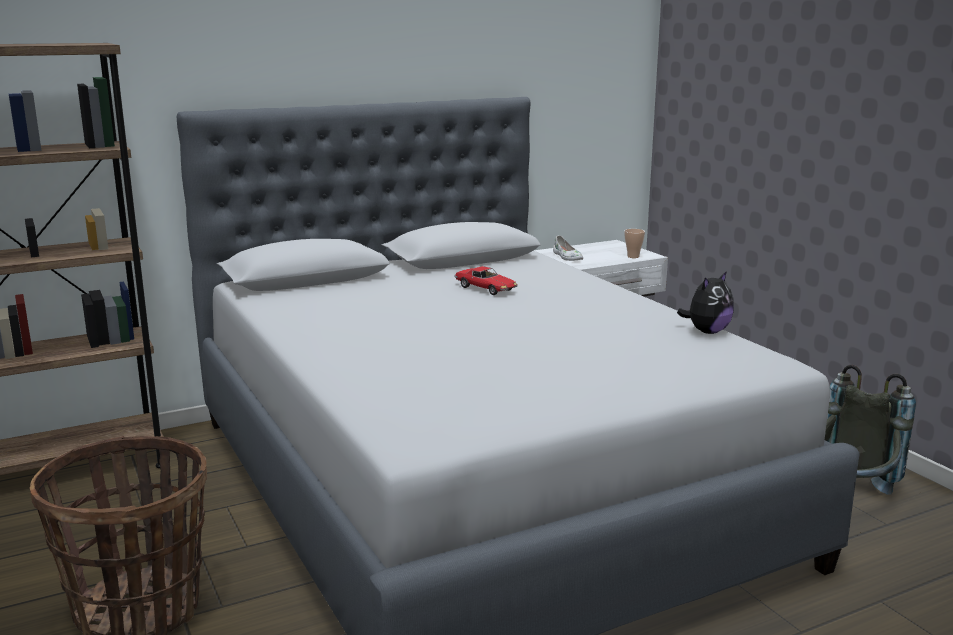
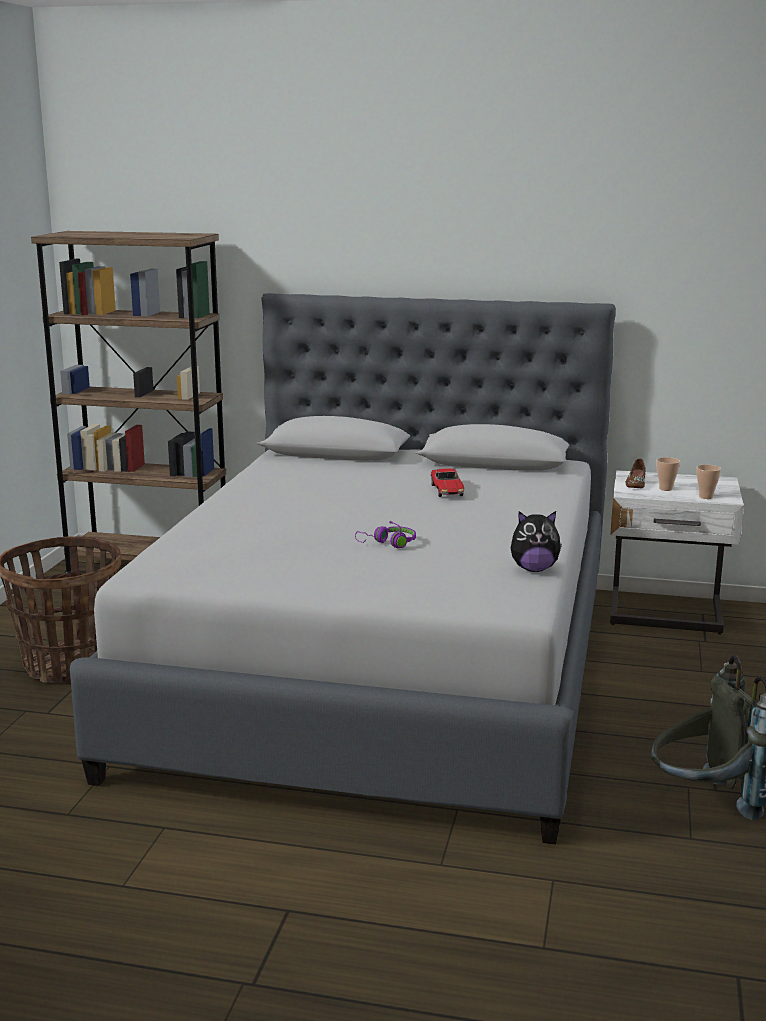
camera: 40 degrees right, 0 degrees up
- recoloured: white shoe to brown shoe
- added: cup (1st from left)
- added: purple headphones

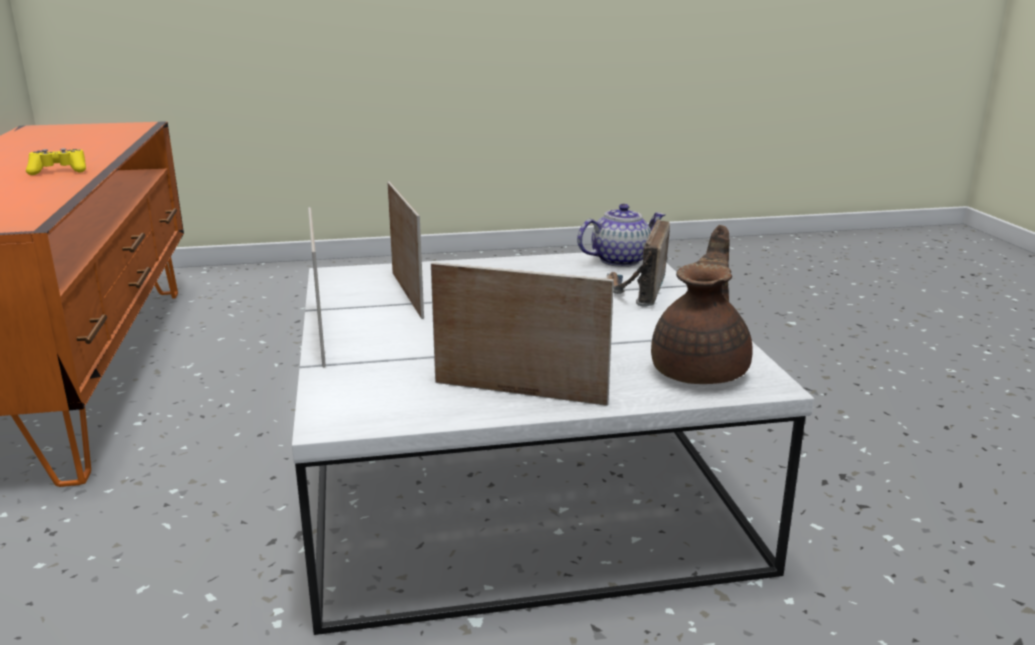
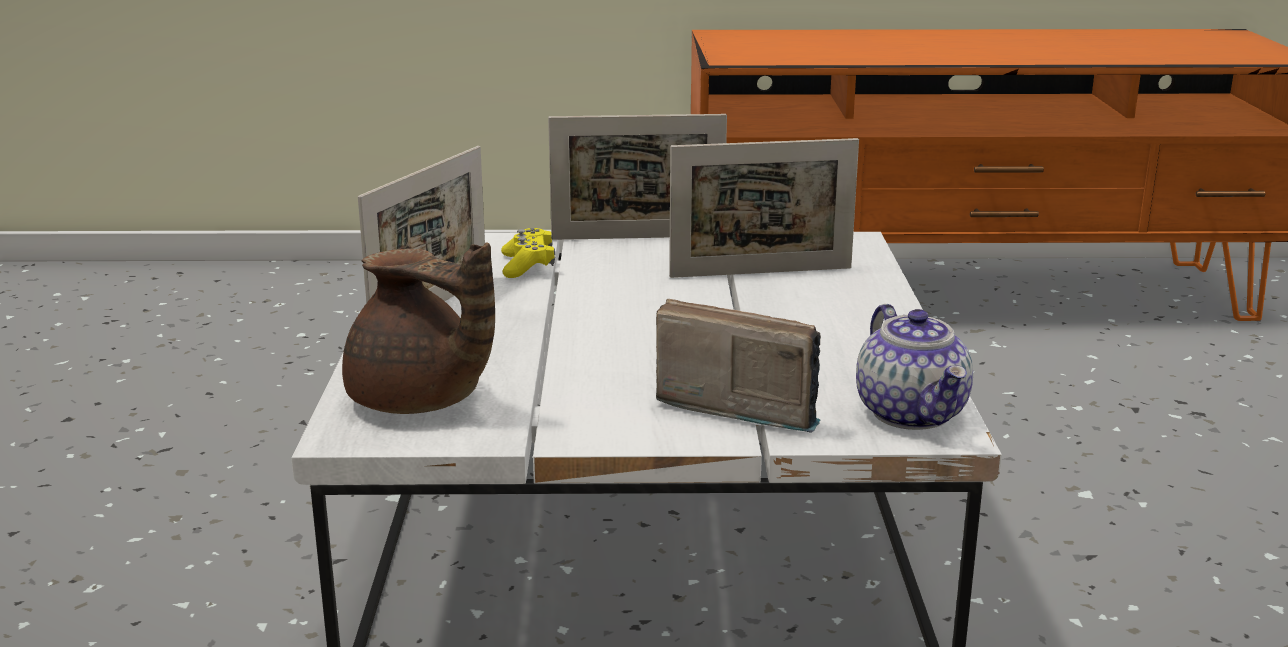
camera: 100 degrees right, 0 degrees up
- moved: yellow game controller

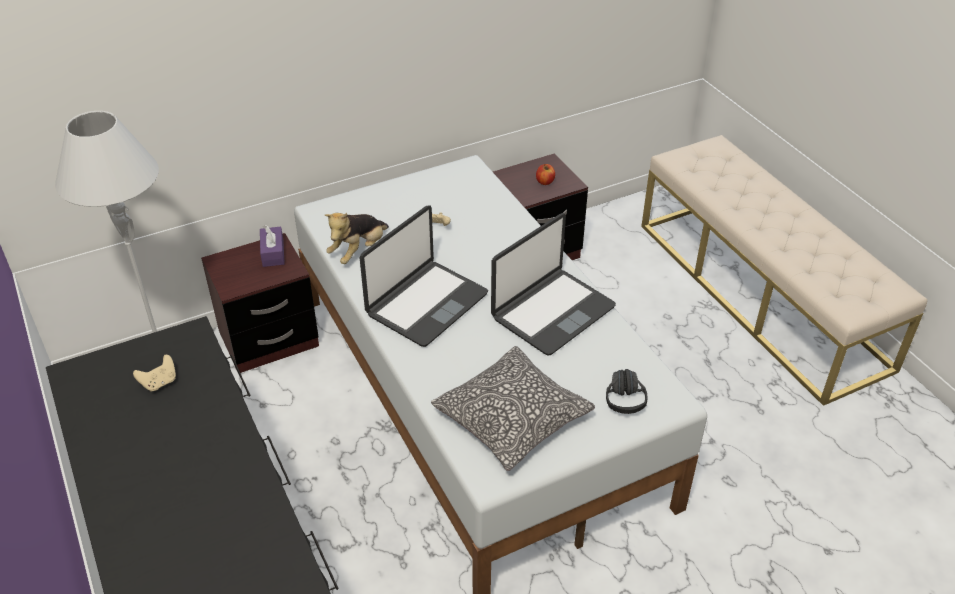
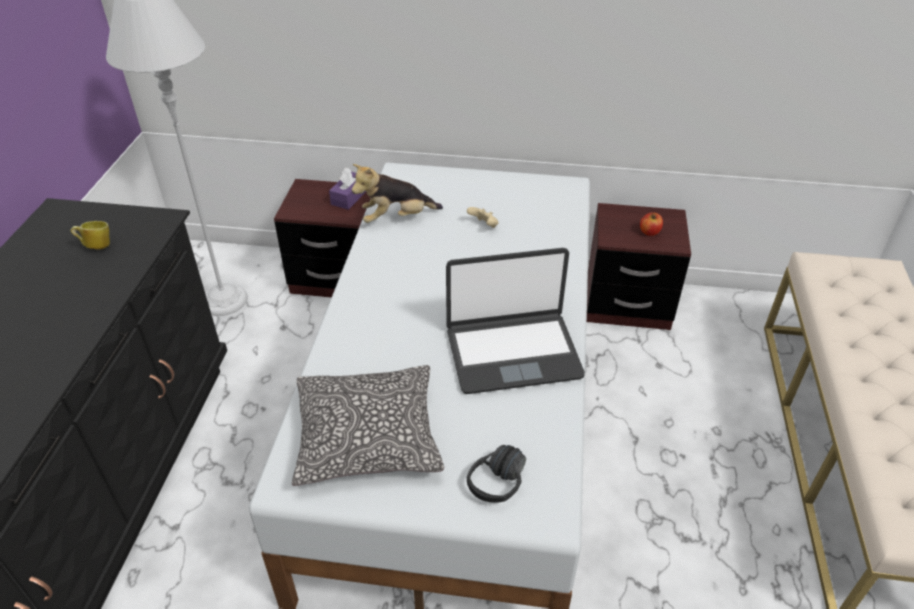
camera: 35 degrees right, 0 degrees up
- removed: laptop (1st from left)
- replaced: beige game controller (1st from left) to mug

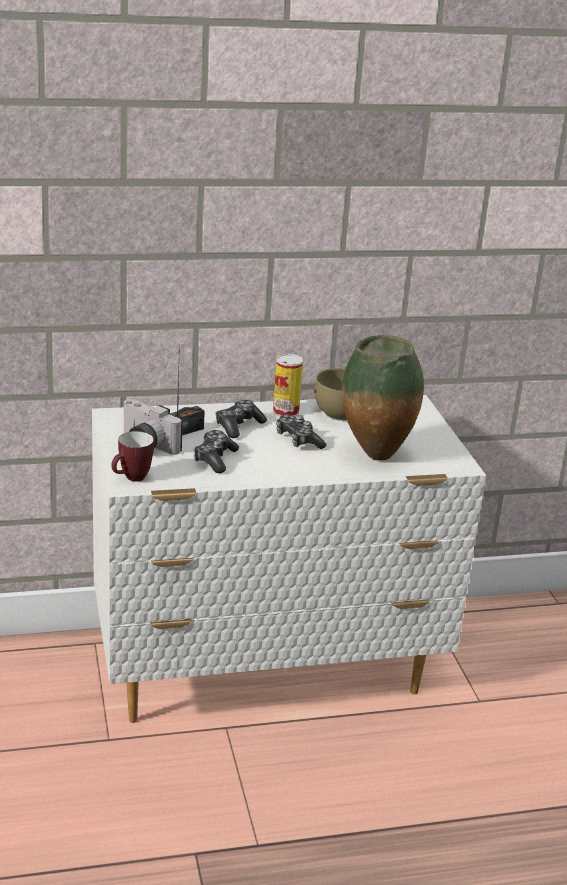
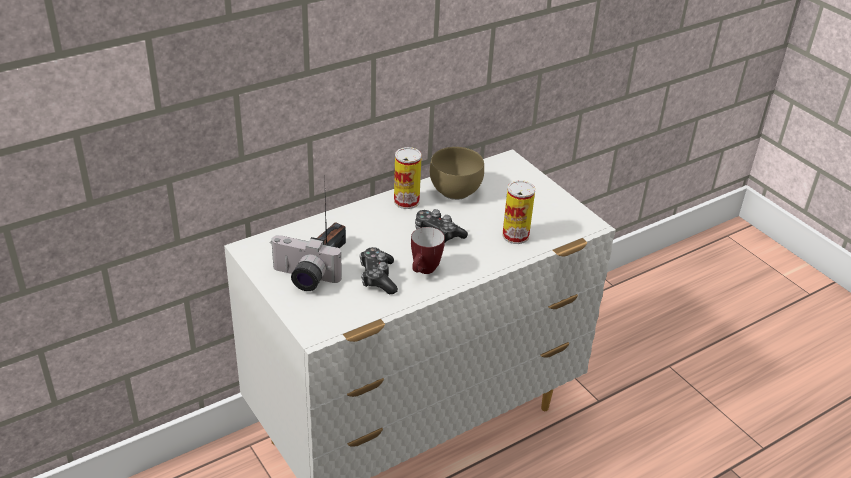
camera: 20 degrees left, 10 degrees up
- replaced: vase to can (2nd from left)
- removed: game controller (2nd from left)
- moved: mug

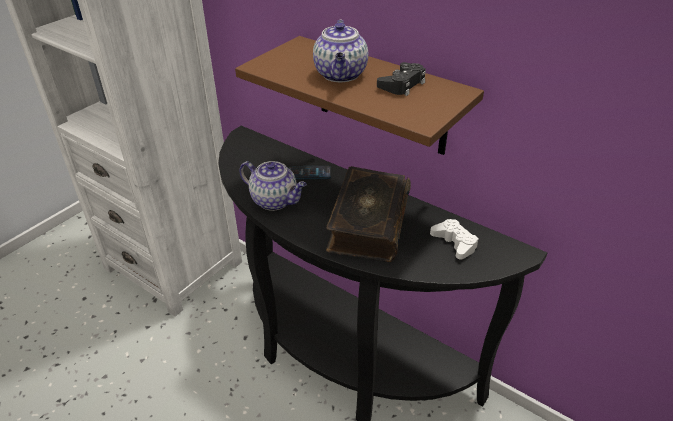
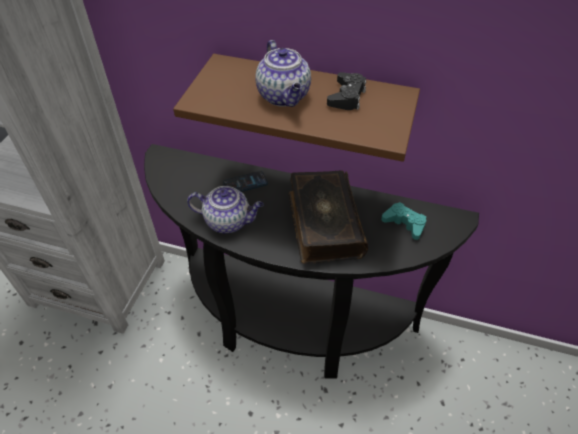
camera: 20 degrees left, 10 degrees up
- recoloured: white game controller to turquoise game controller

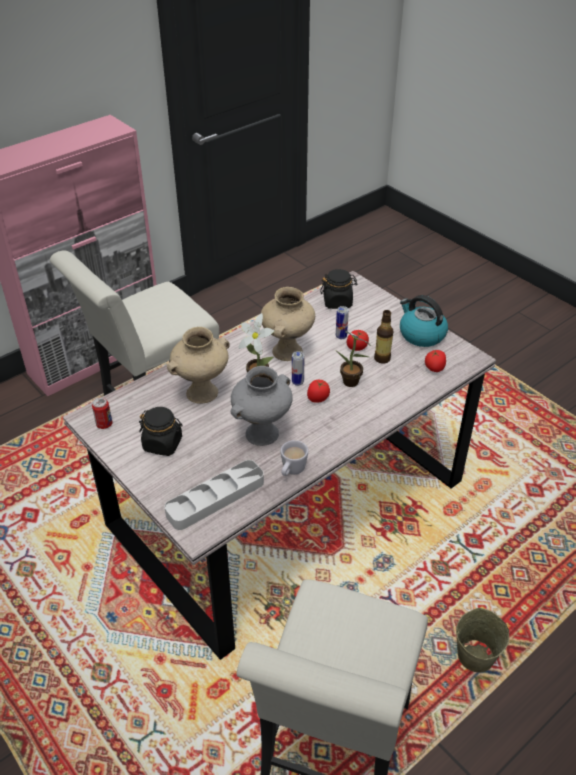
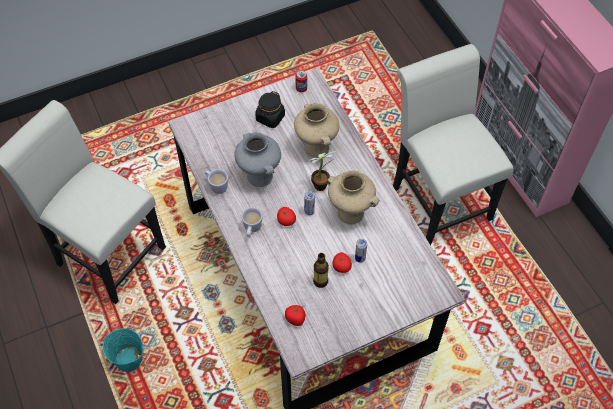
camera: 105 degrees right, 15 degrees up
- removed: black jar (2nd from left)
- removed: kettle
- removed: potted plant (2nd from left)
- removed: grey tray
- recoloured: beige bucket to turquoise bucket
- added: white mug (2nd from left)

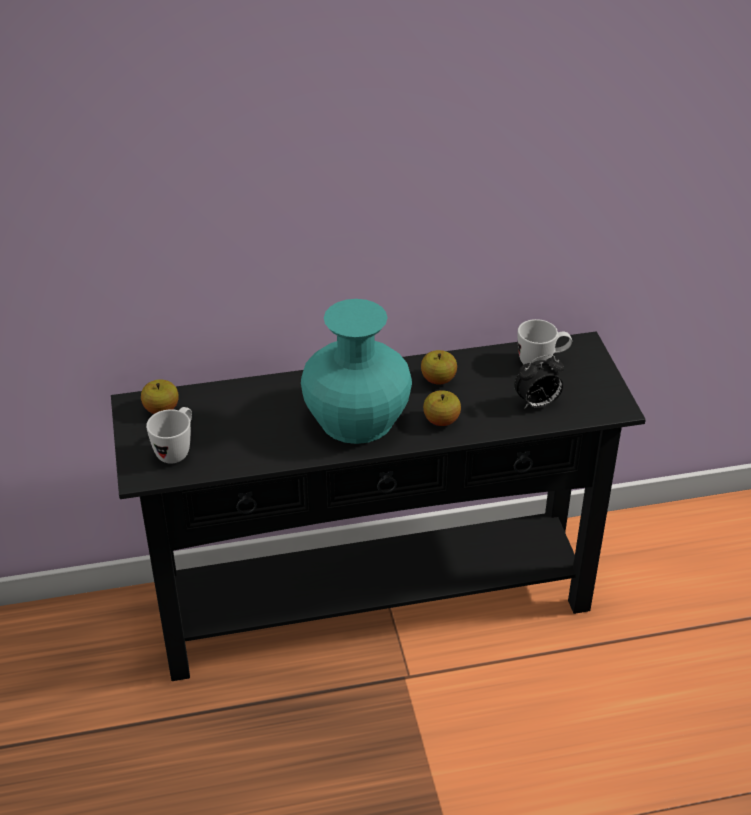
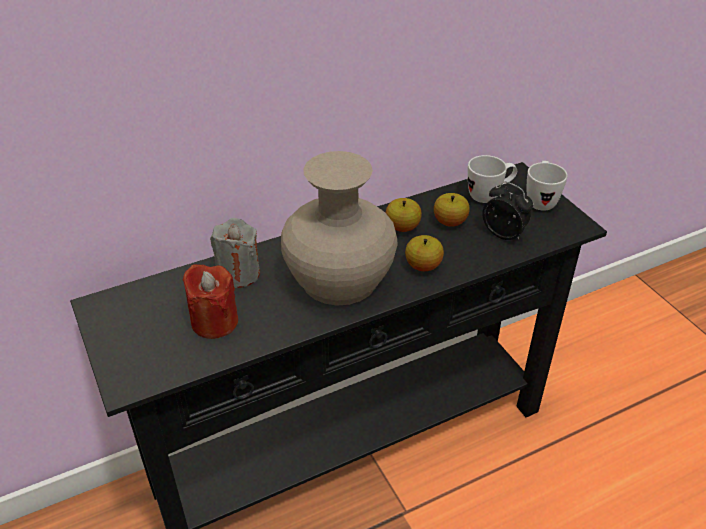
camera: 15 degrees left, 0 degrees up
- recoloured: turquoise vase to beige vase
- turned: alarm clock 105 degrees counterclockwise
- moved: apple (1st from left in the first image) to apple (3rd from left)
- moved: white mug (1st from left in the first image) to white mug (2nd from left)
- added: grey candle
- added: red candle

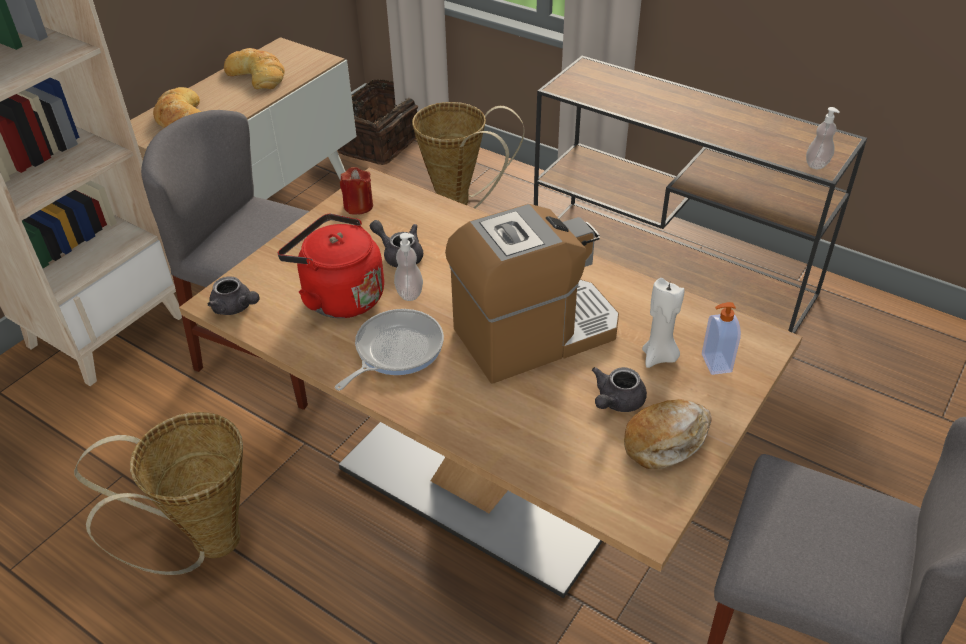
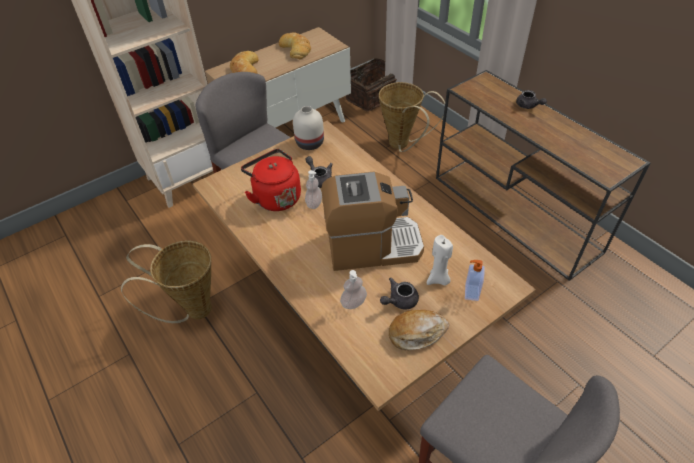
camera: 20 degrees right, 5 degrees up
- moved: soap dispenser (3rd from left in the first image) to soap dispenser (2nd from left)
- replaced: red candle to white vase
- moved: grey teapot (1st from left in the first image) to grey teapot (3rd from left)
- removed: frying pan

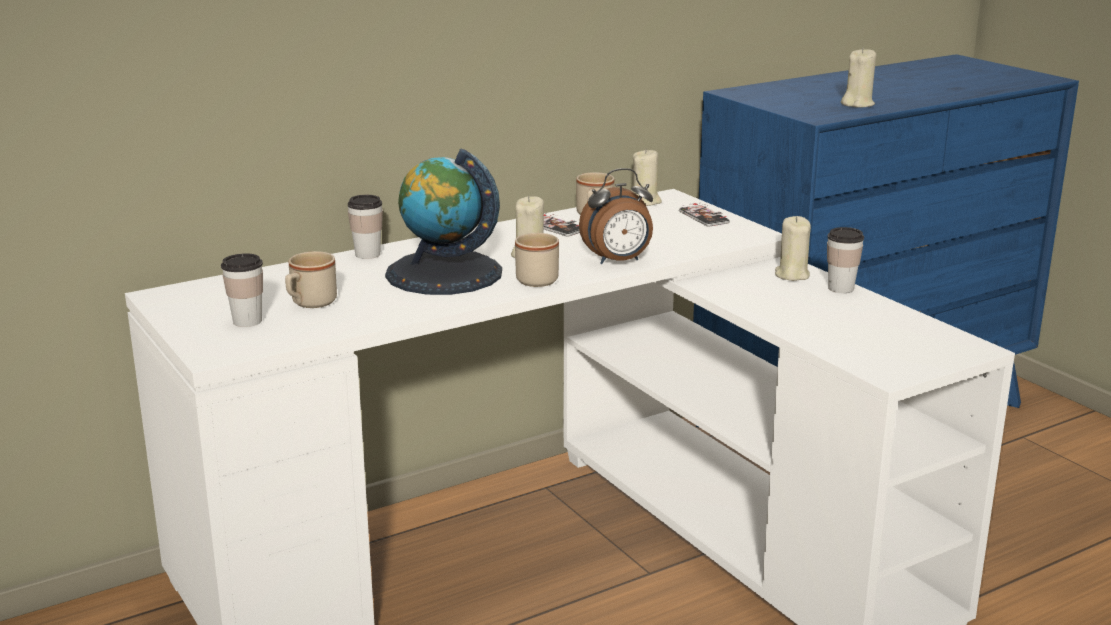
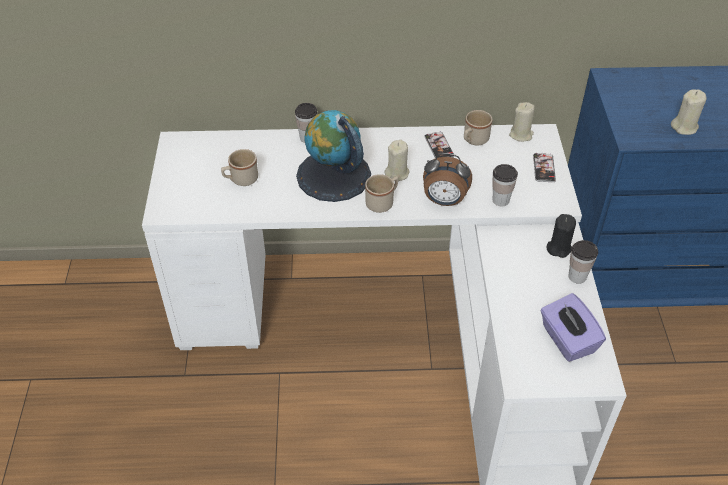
camera: 30 degrees right, 25 degrees up
- recoloured: beige candle (3rd from left) to black candle
- moved: cup (1st from left in the first image) to cup (2nd from left)
- added: purple tissue box

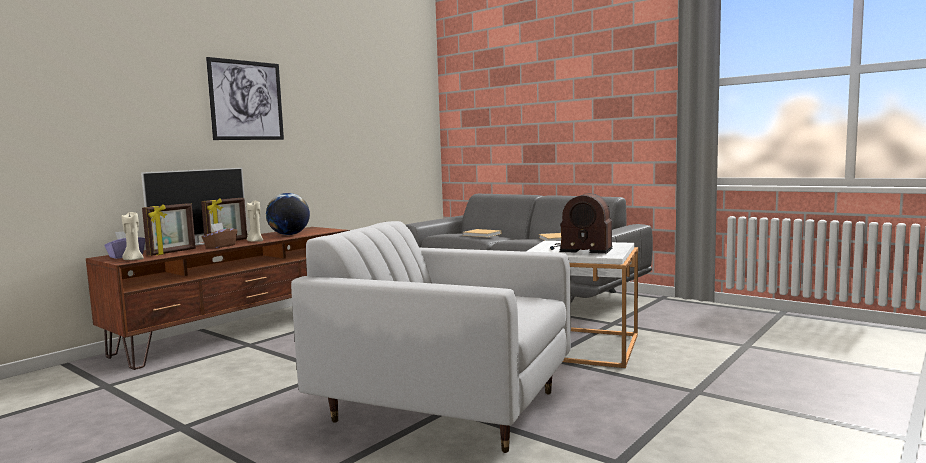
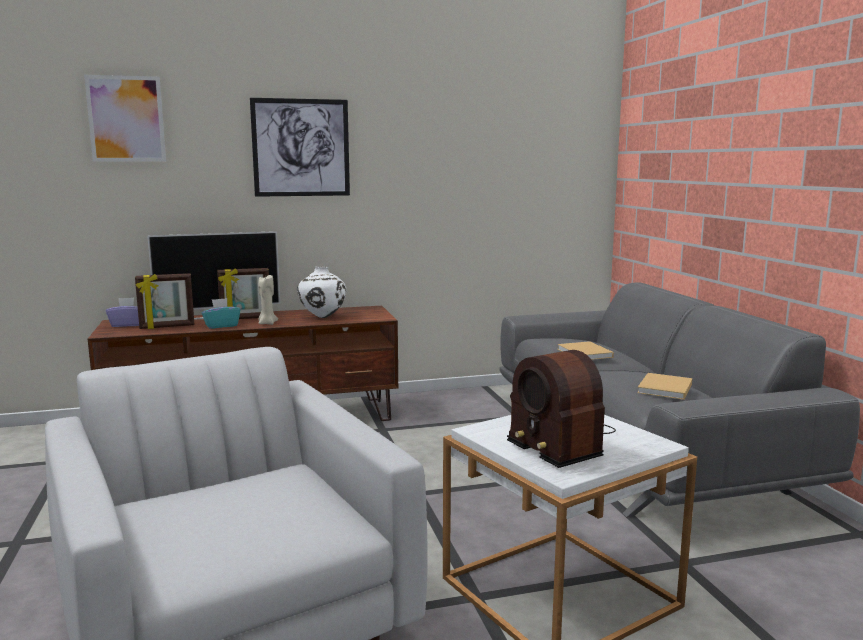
camera: 35 degrees right, 5 degrees up
- replaced: globe to white vase
- removed: beige candle (1st from left)
- recoloured: brown tissue box to turquoise tissue box
- added: picture (1st from left)

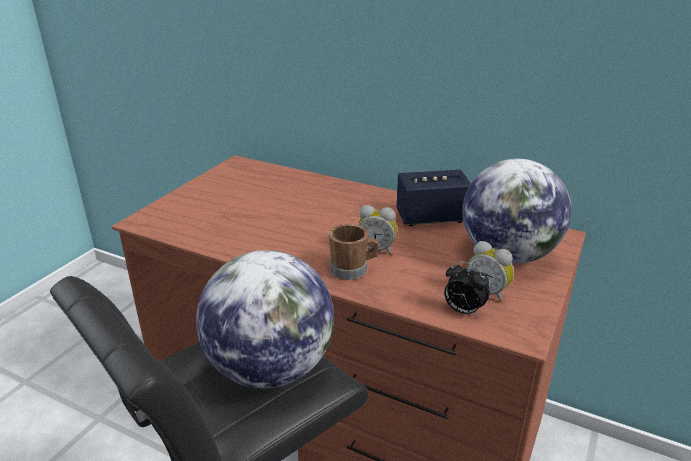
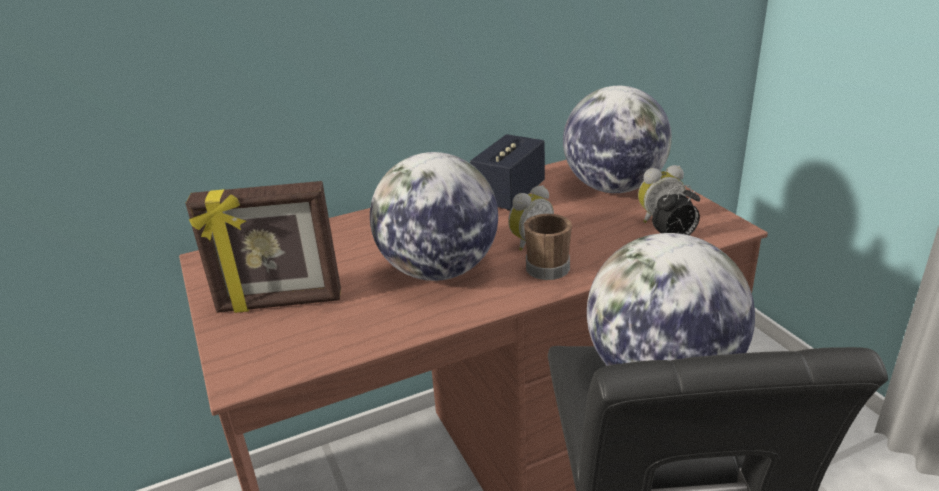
camera: 50 degrees left, 0 degrees up
- added: globe (1st from left)
- added: picture frame

